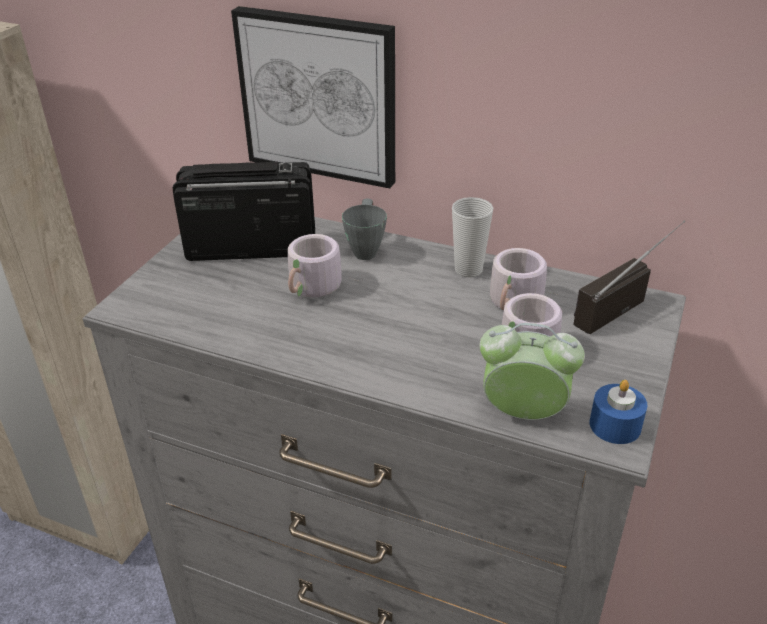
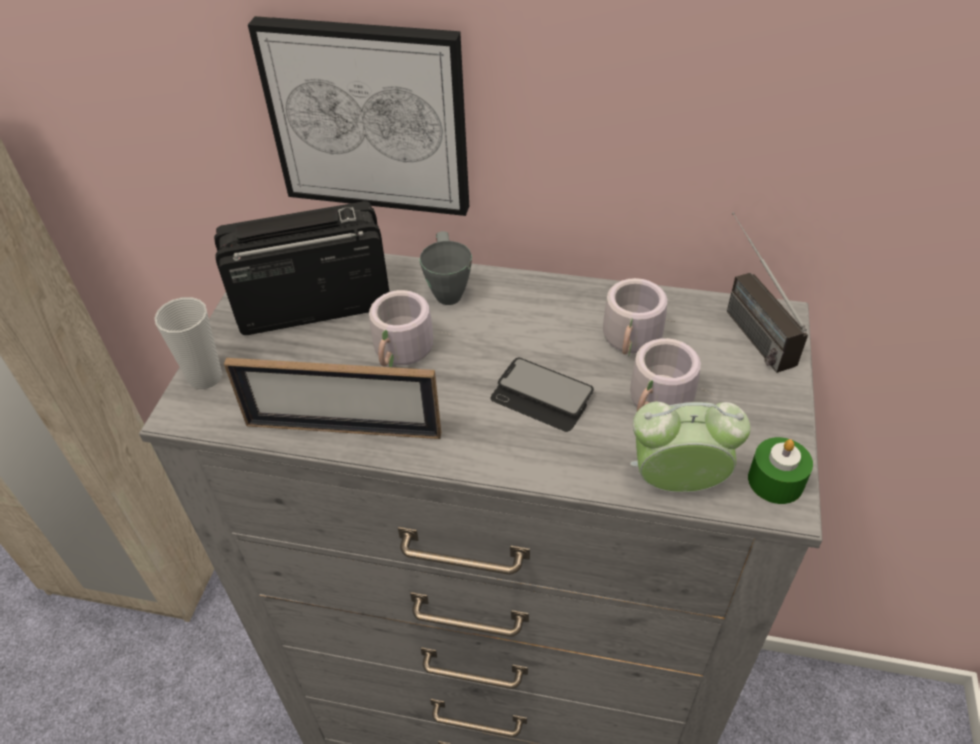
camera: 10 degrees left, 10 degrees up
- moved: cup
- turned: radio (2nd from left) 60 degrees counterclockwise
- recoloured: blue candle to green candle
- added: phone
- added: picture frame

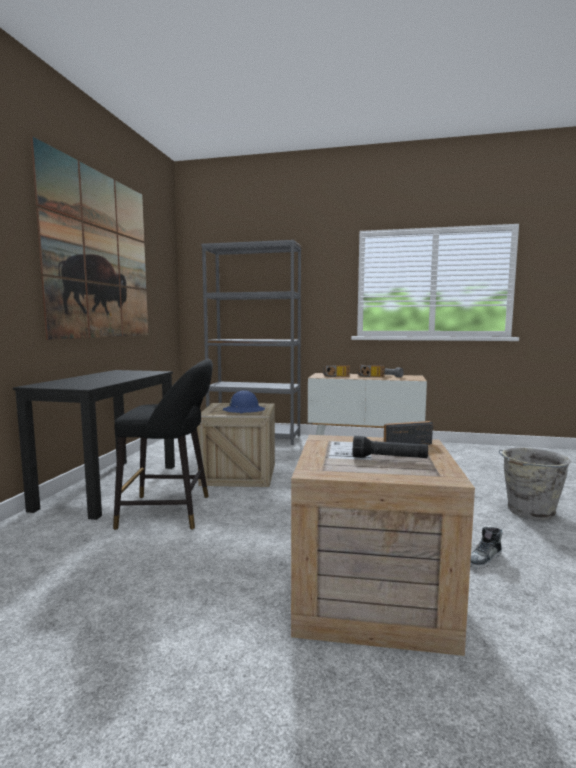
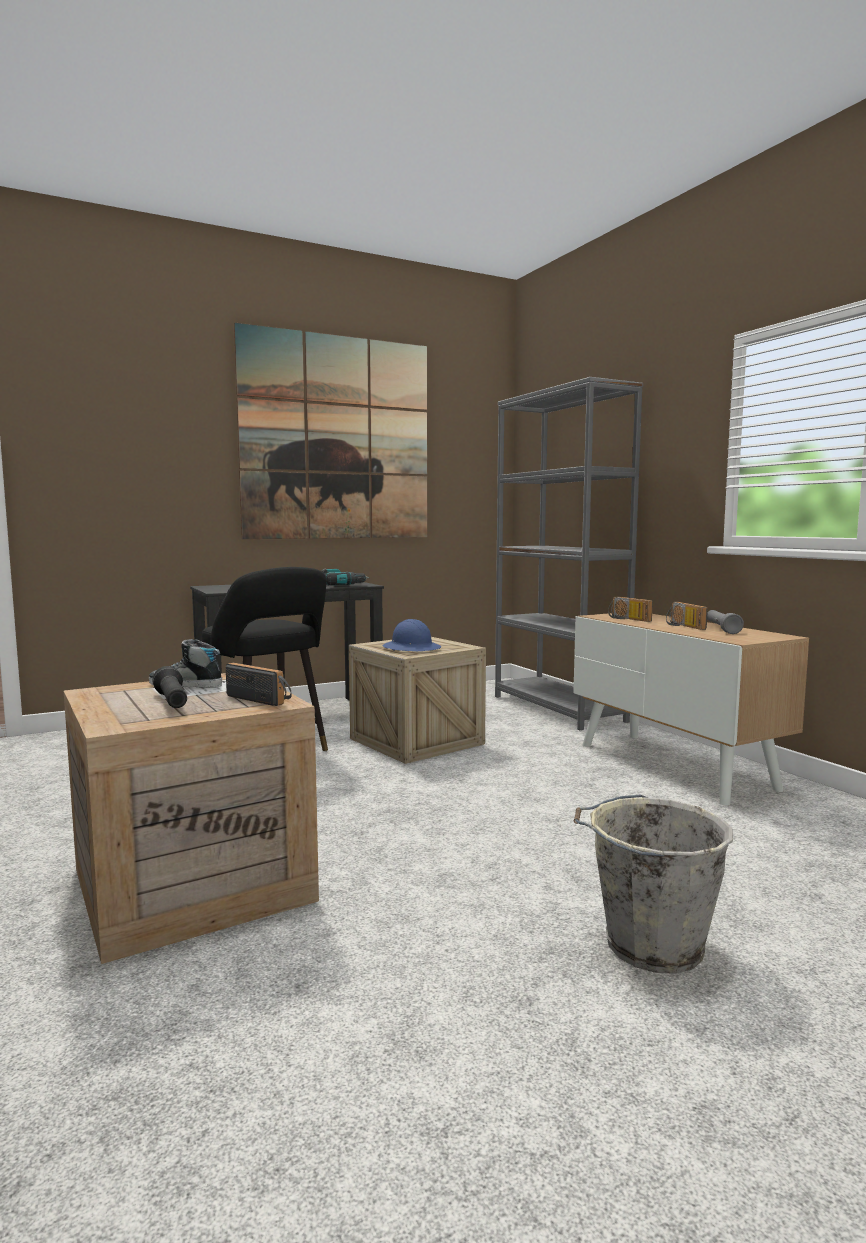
camera: 50 degrees right, 0 degrees up
- moved: shoe
- added: power drill

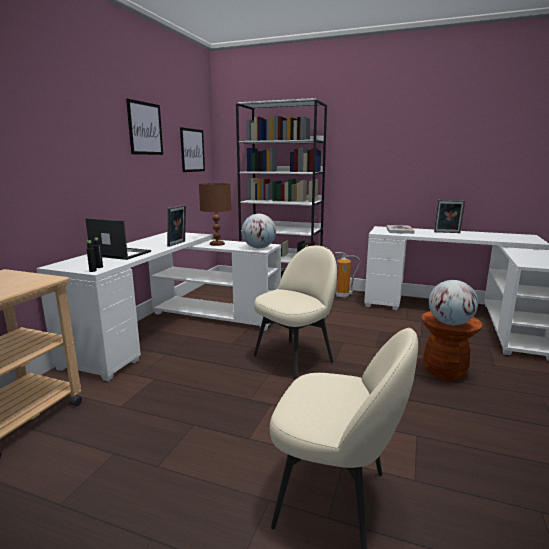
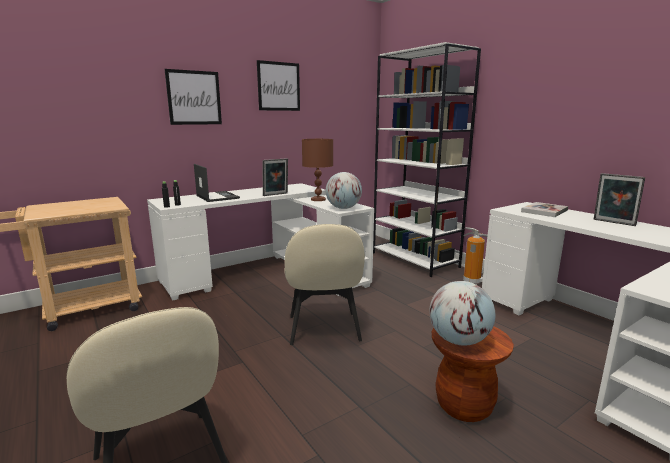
camera: 35 degrees right, 0 degrees up
- moved: picture (2nd from left in the first image) to picture (1st from left)
- turned: beige chair (1st from left in the first image) 90 degrees clockwise

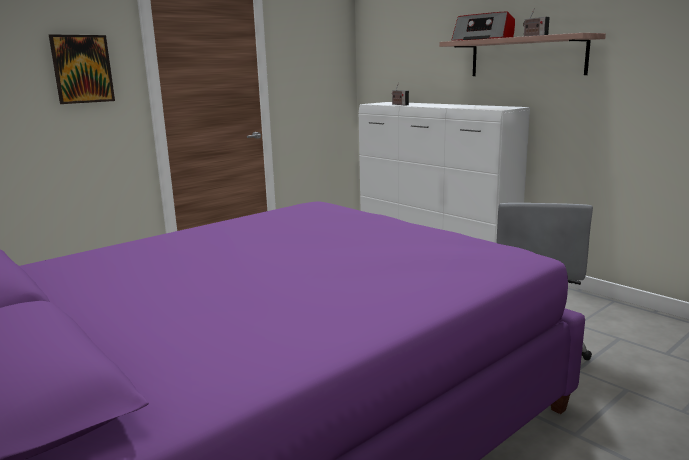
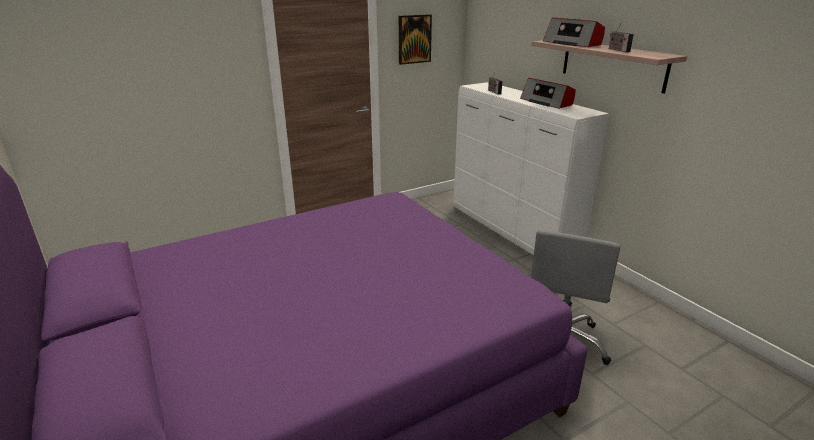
camera: 10 degrees right, 10 degrees up
- moved: picture
- added: radio (2nd from left)

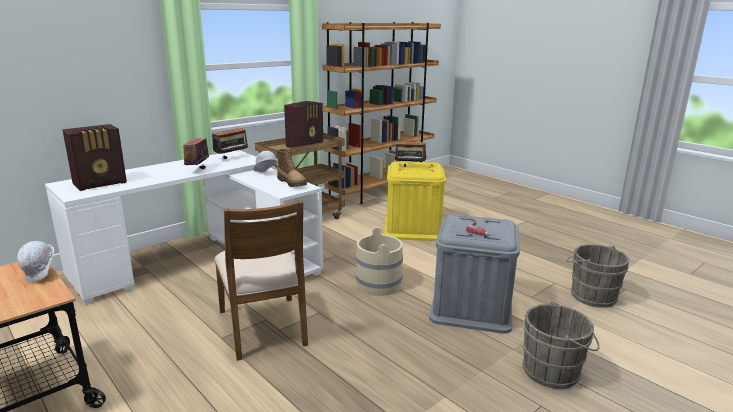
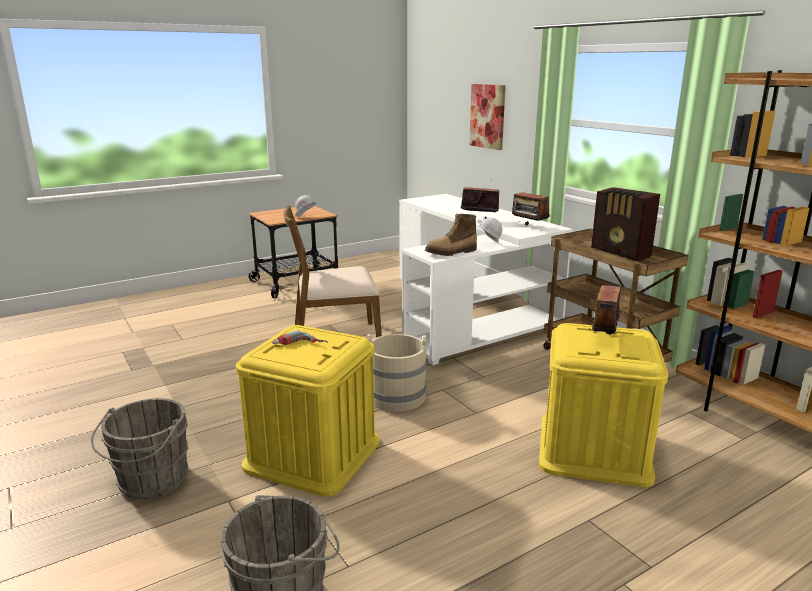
camera: 100 degrees right, 0 degrees up
- removed: radio (1st from left)
- recoloured: grey storage box to yellow storage box (1st from left)
- added: picture

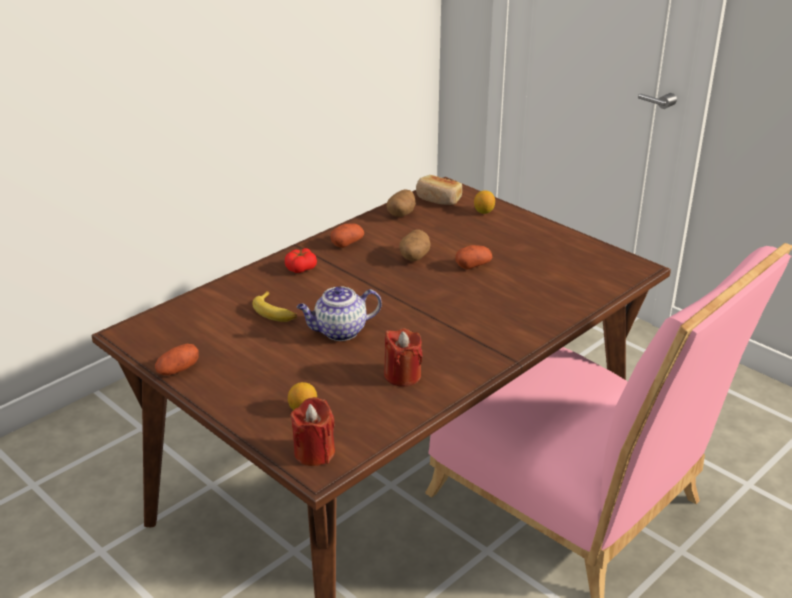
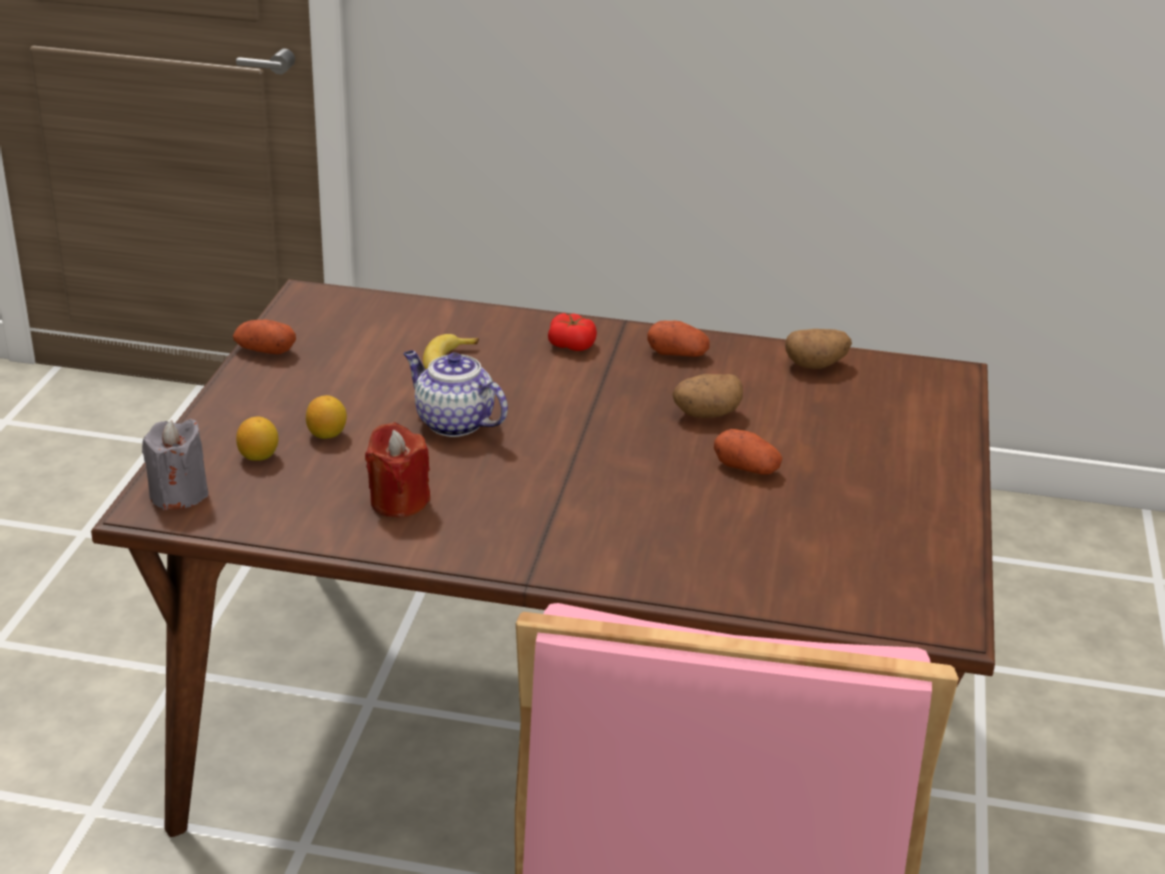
camera: 55 degrees right, 0 degrees up
- removed: bread
- moved: lemon (2nd from left)
- recoloured: red candle (1st from left) to grey candle

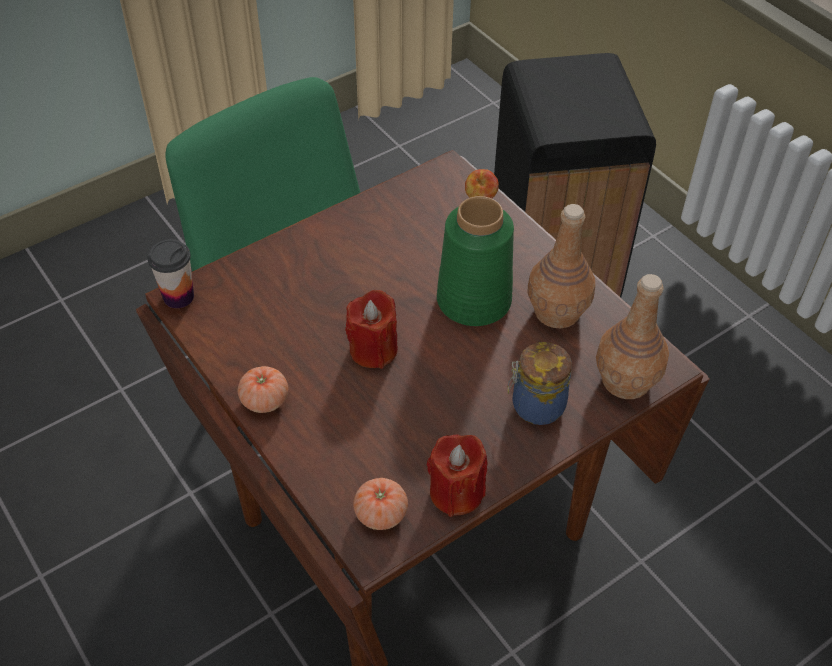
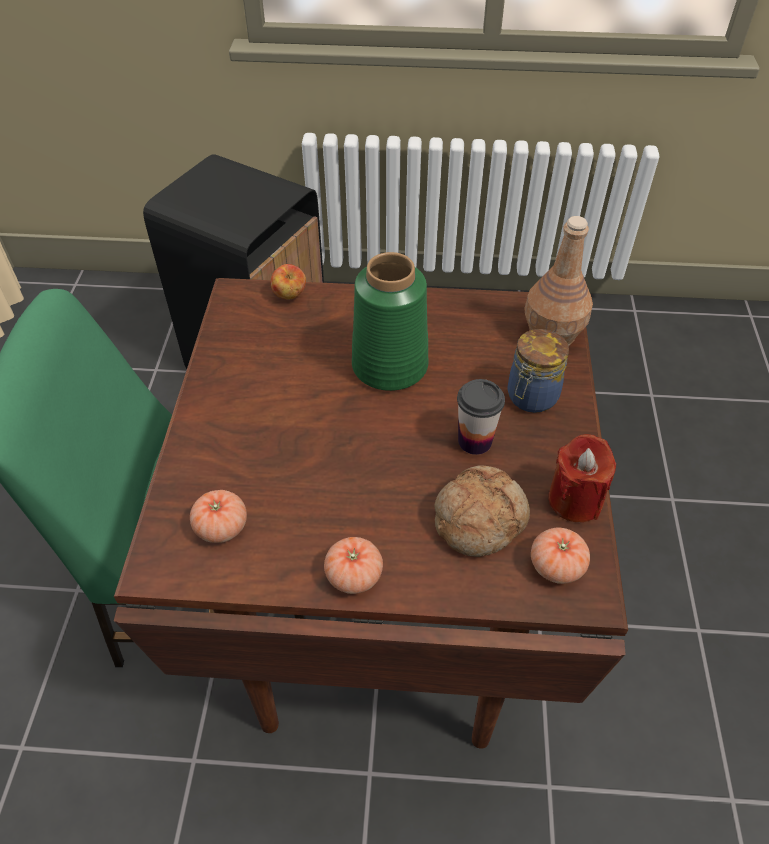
camera: 50 degrees left, 0 degrees up
- removed: brown bottle (1st from left)
- moved: cup
- removed: red candle (1st from left)
- added: bread
- added: tomato (1st from left)

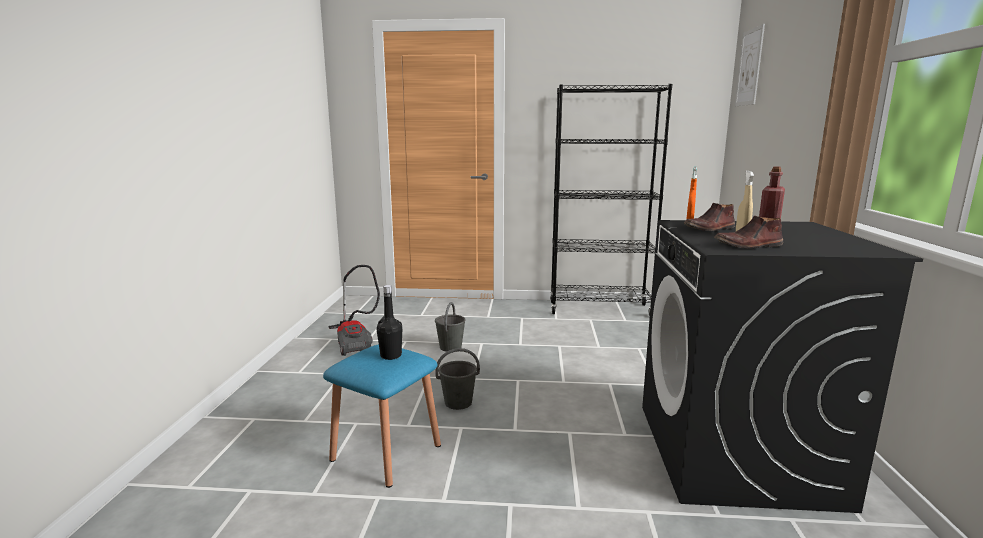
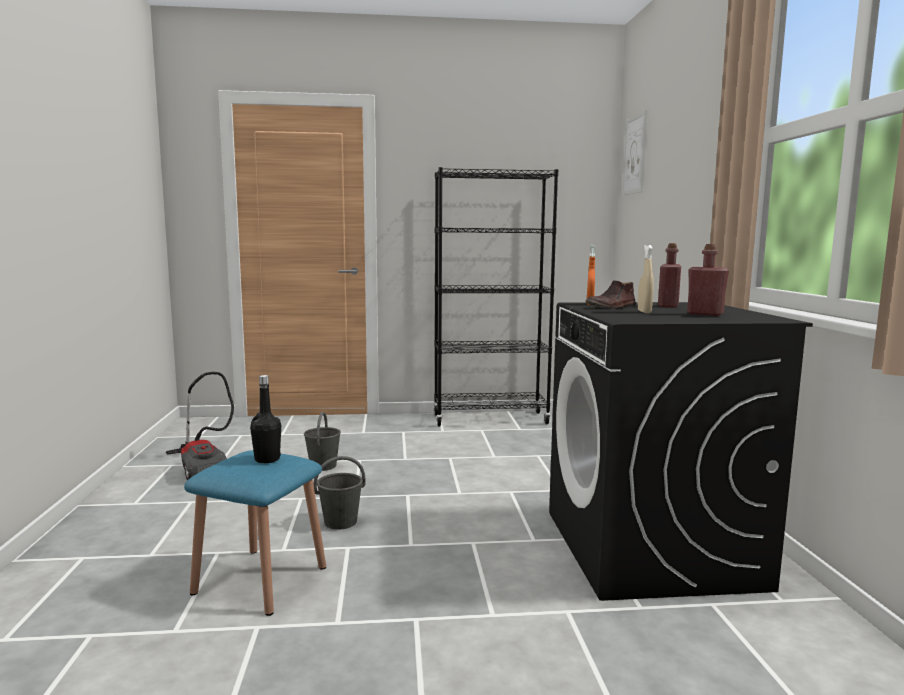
camera: 10 degrees left, 5 degrees down
- removed: brown shoe (2nd from left)
- added: red bottle (2nd from left)

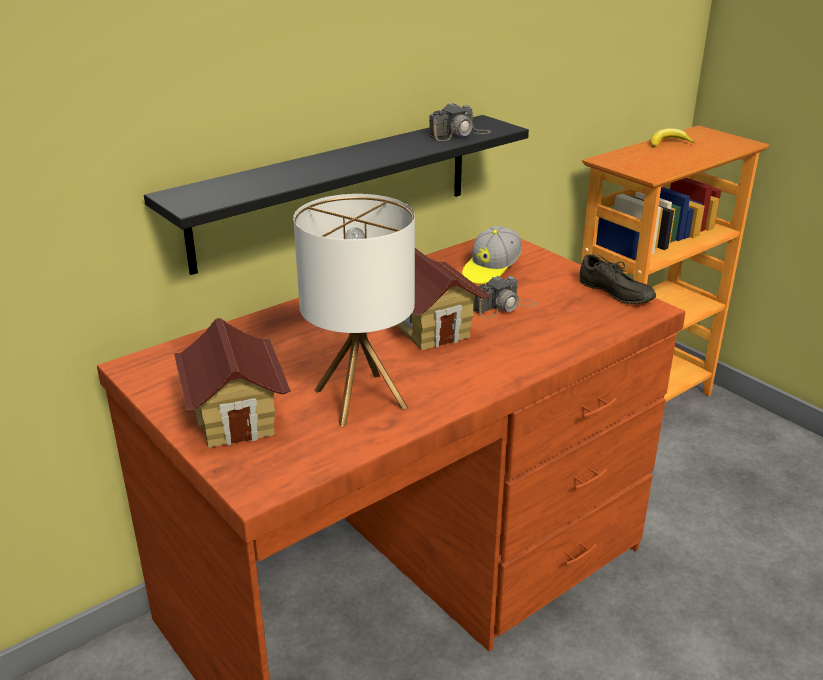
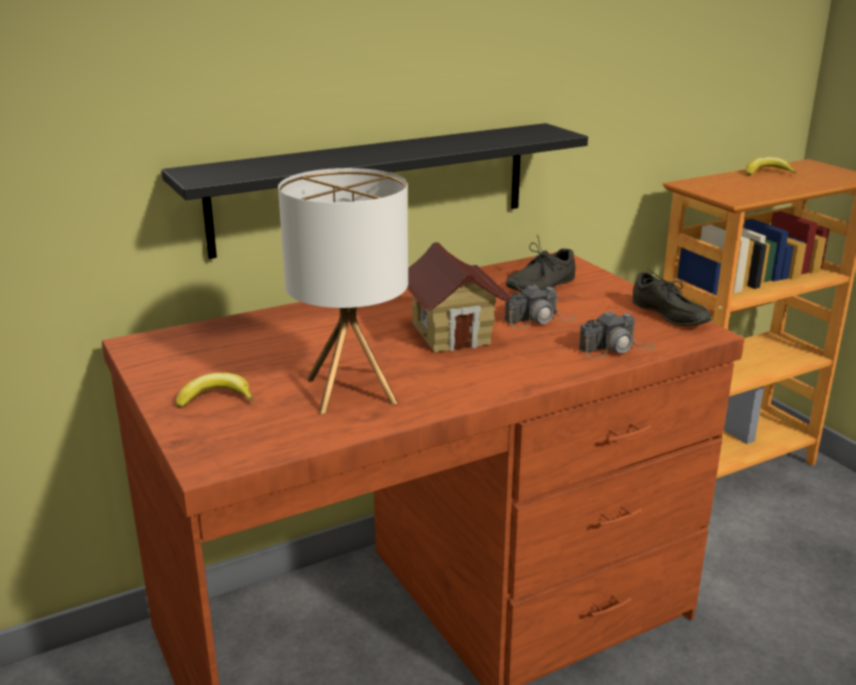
camera: 10 degrees right, 5 degrees down
- moved: photo camera (1st from left in the first image) to photo camera (2nd from left)
- replaced: cap to grey shoe (1st from left)
- replaced: toy house (1st from left) to banana (1st from left)

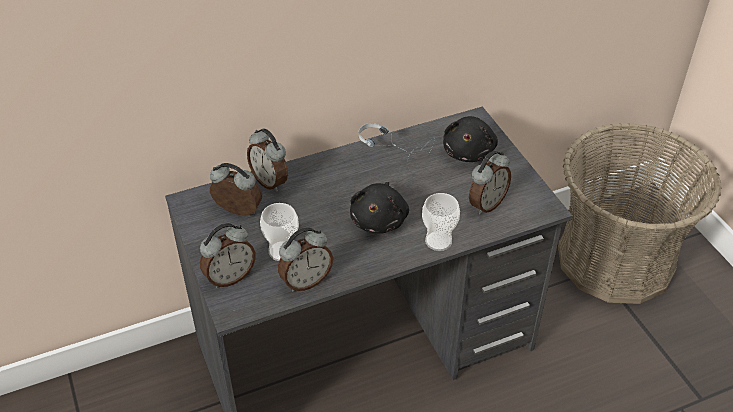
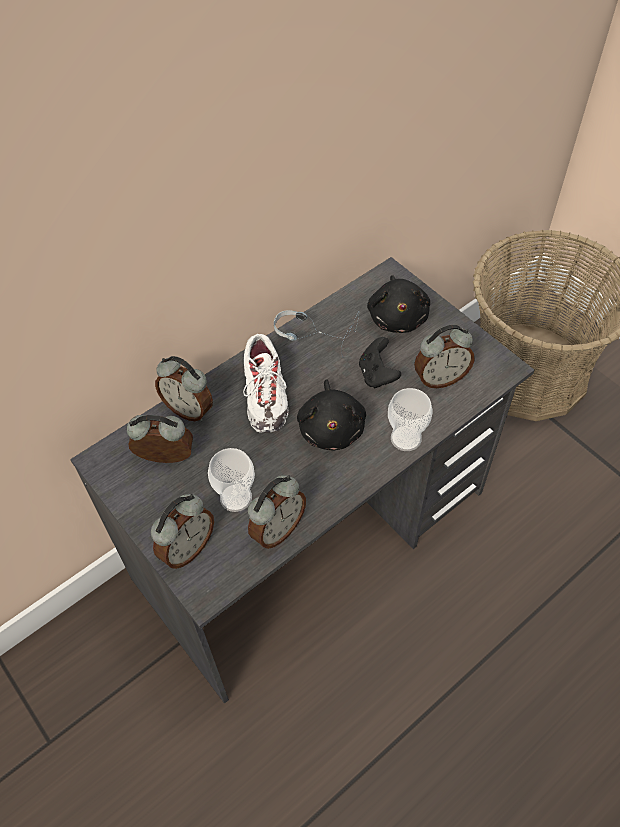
camera: 15 degrees left, 10 degrees up
- turned: alarm clock (5th from left) 45 degrees clockwise
- added: white shoe
- added: black game controller

